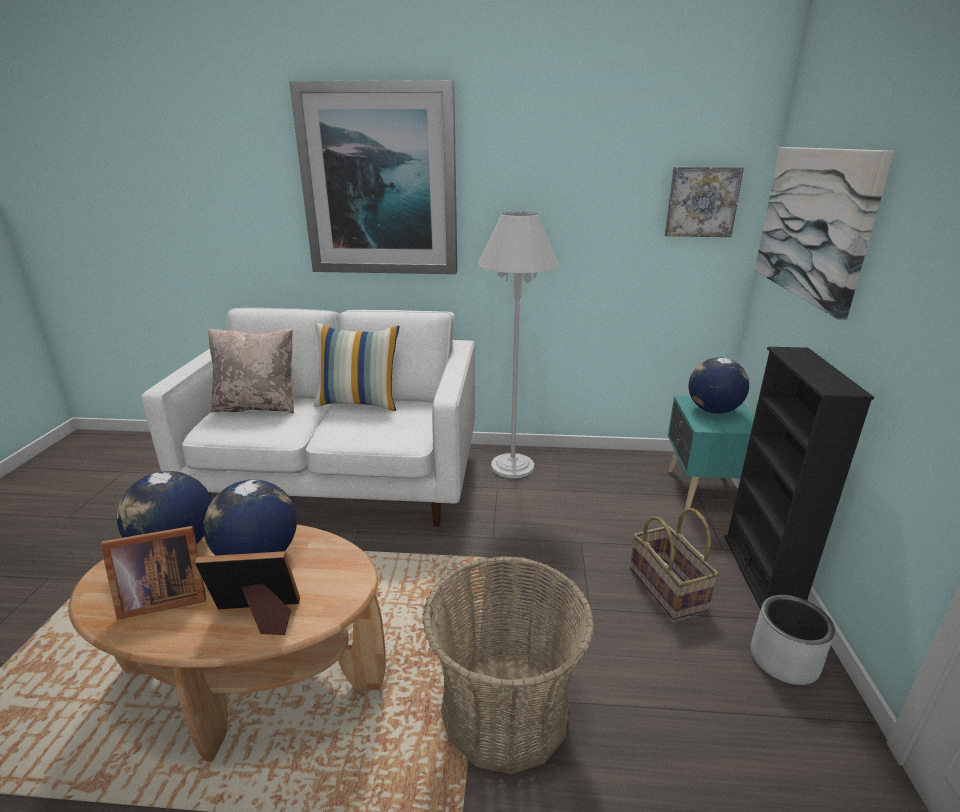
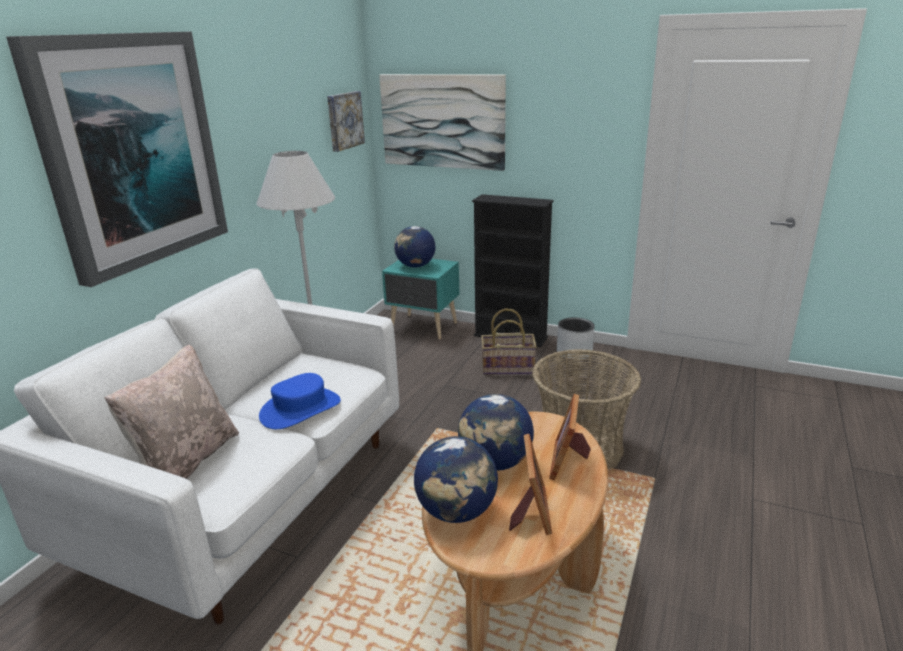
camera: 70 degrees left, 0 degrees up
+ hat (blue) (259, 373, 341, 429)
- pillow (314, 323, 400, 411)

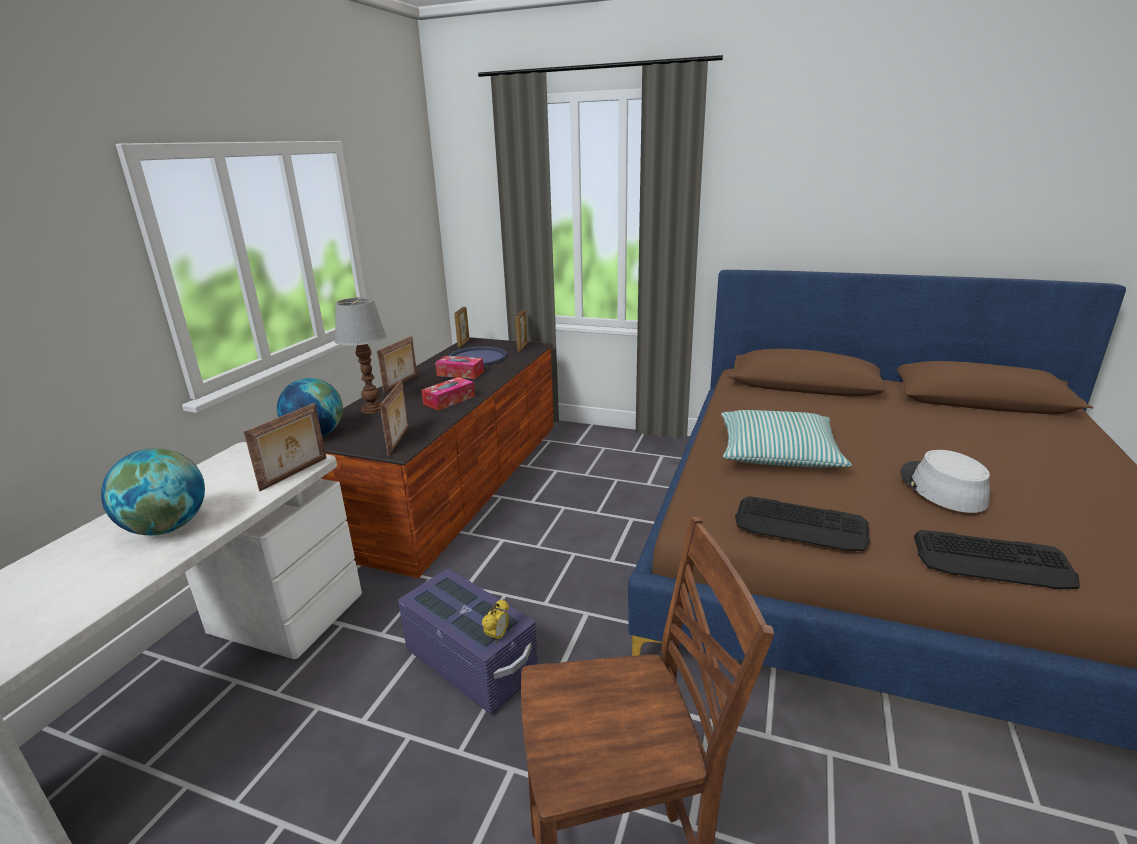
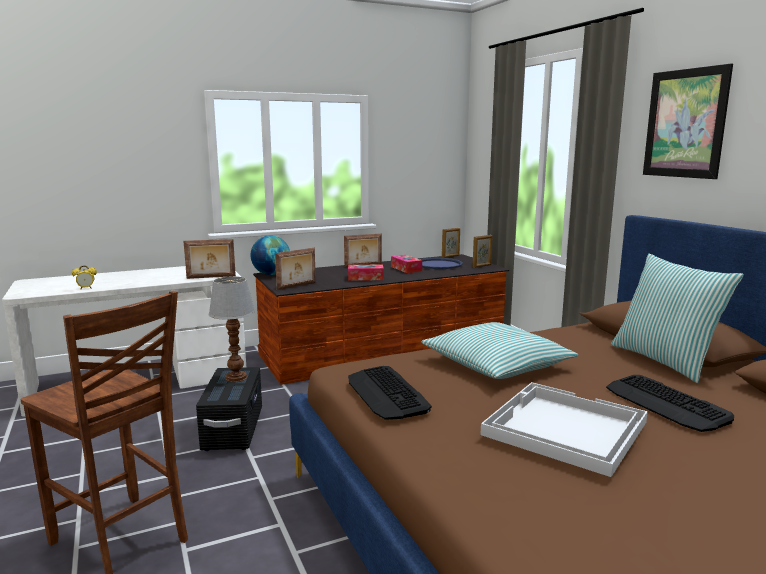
camera: 45 degrees right, 10 degrees down
~ alarm clock (482, 599, 509, 643) to (72, 265, 97, 289)
~ storage box (purple) (398, 569, 538, 714) to storage box (black) (196, 367, 262, 451)
~ table lamp (335, 297, 387, 414) to (209, 277, 255, 382)
~ hat (grey) (900, 450, 990, 513) to tray (white) (480, 382, 648, 477)
~ keyboard (914, 530, 1080, 589) to (606, 375, 734, 432)
+ pillow (611, 254, 744, 383)
+ picture (643, 63, 733, 179)
- globe (101, 448, 205, 535)

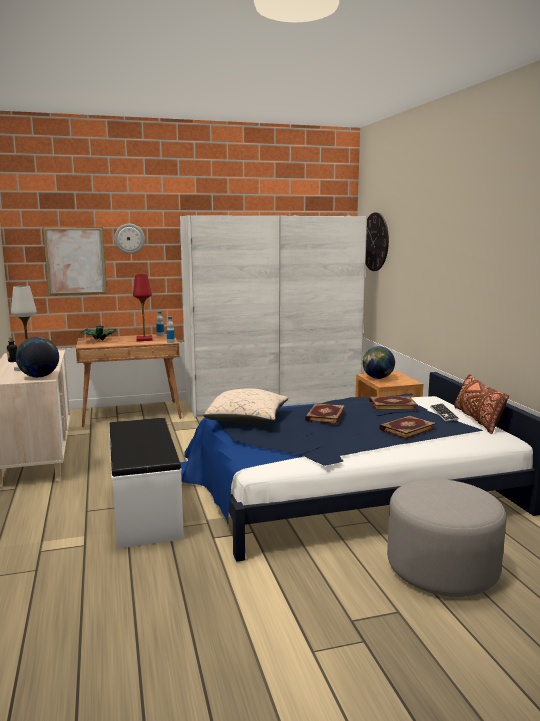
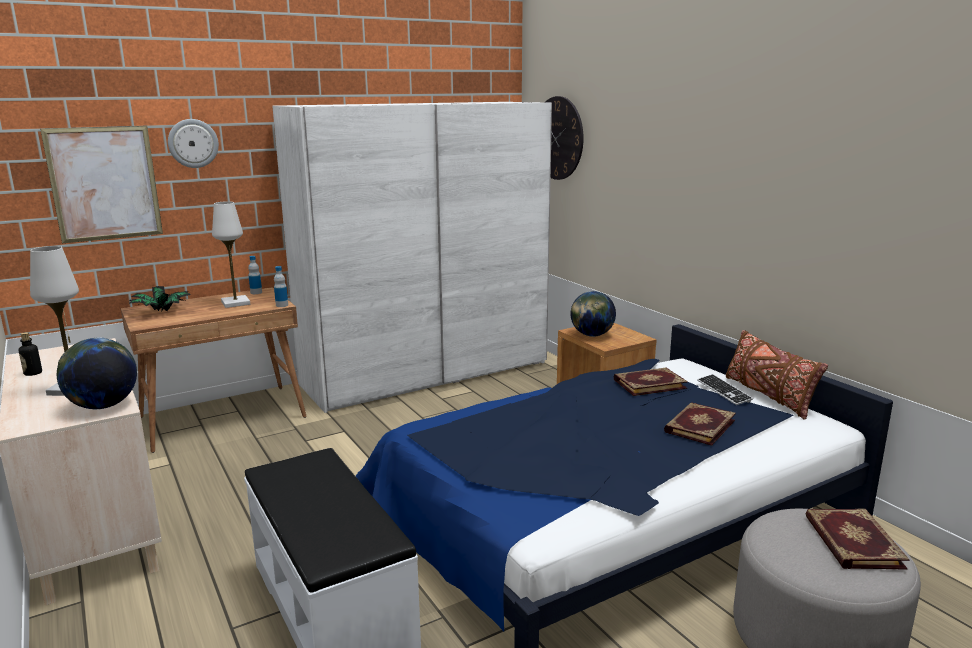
camera: 15 degrees left, 5 degrees up
~ table lamp (red) (133, 274, 153, 341) to table lamp (white) (212, 201, 250, 308)
~ book (305, 403, 345, 424) to (805, 509, 910, 570)
- pillow (beige) (203, 388, 289, 423)

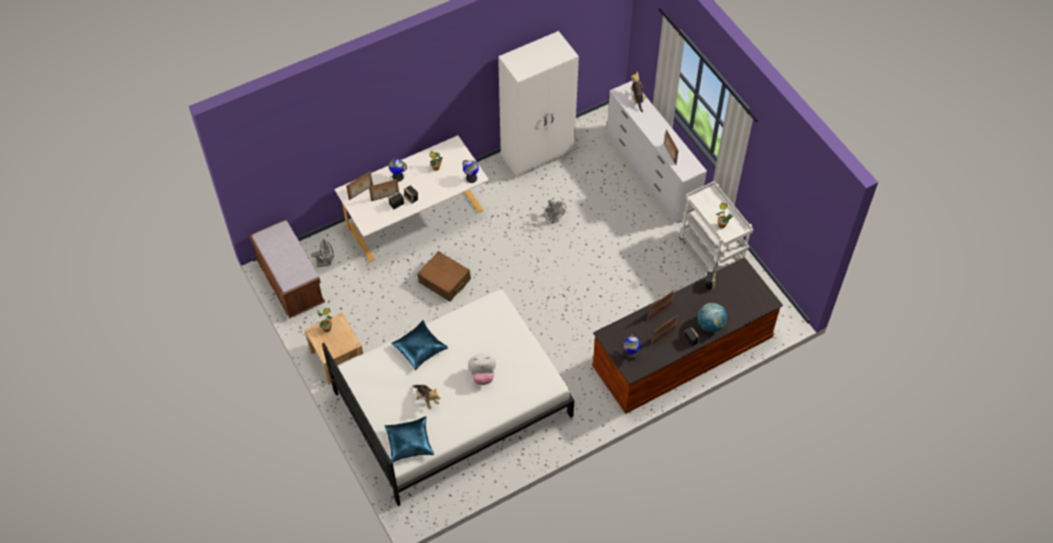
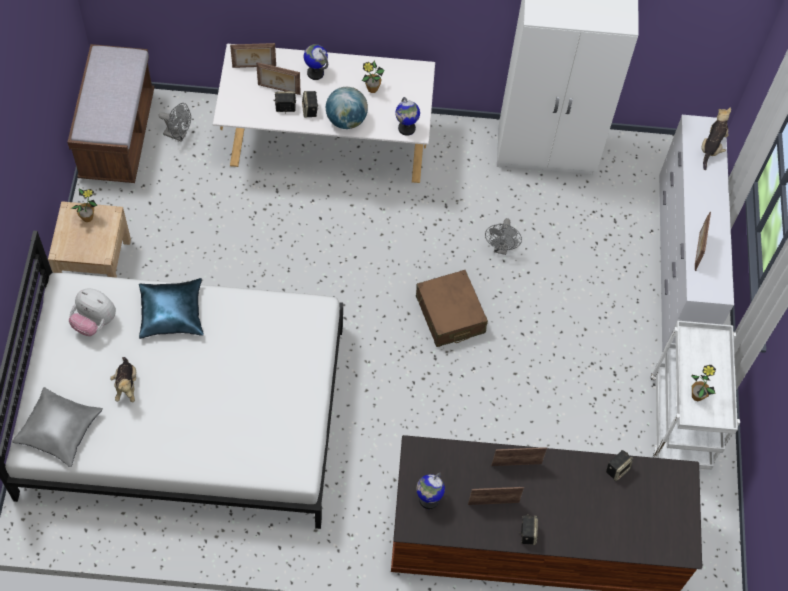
camera: 30 degrees right, 5 degrees up
~ pillow (blue) (385, 416, 434, 463) to pillow (grey) (12, 387, 103, 467)
~ plush toy (468, 354, 496, 385) to (69, 289, 116, 336)
~ globe (698, 303, 727, 332) to (326, 87, 368, 129)
~ suitcase (brown) (417, 251, 471, 302) to (416, 270, 488, 347)

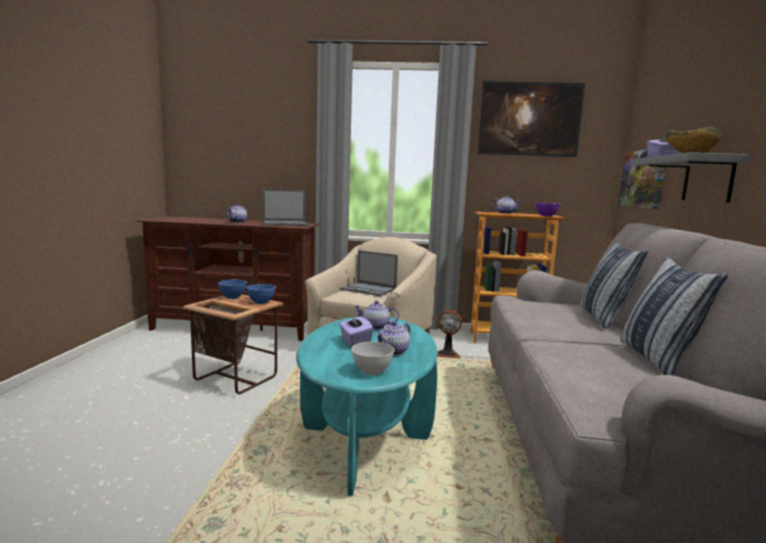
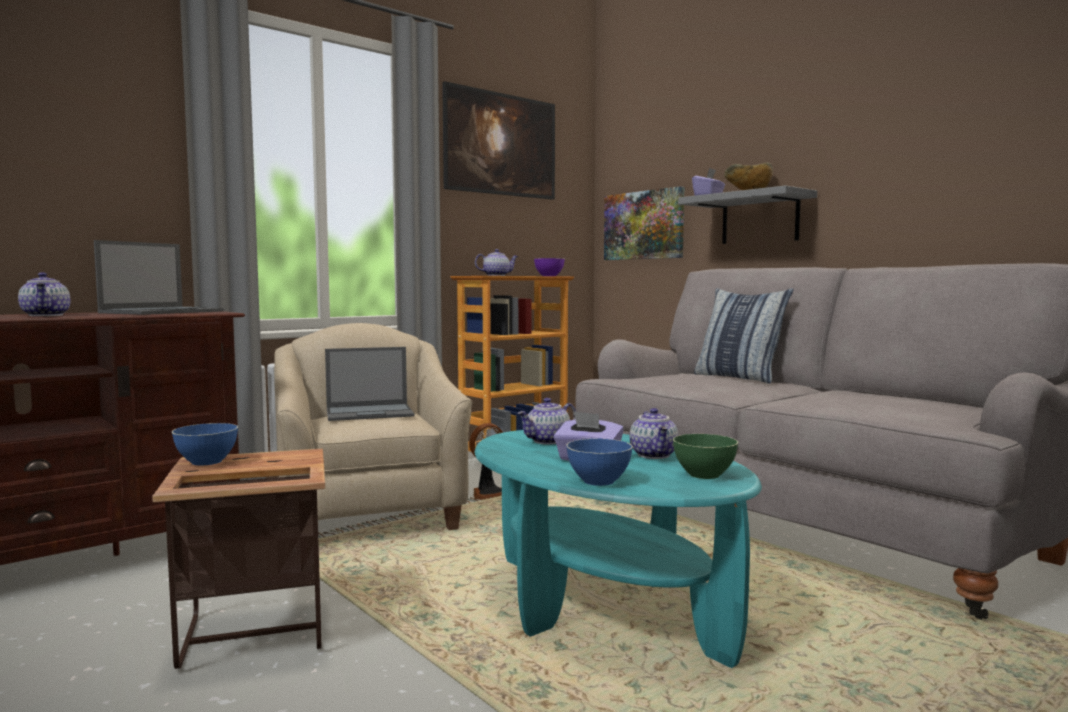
camera: 45 degrees left, 5 degrees down
~ bowl (blue) (246, 284, 276, 304) to (566, 439, 633, 486)
~ bowl (grey) (352, 342, 394, 375) to bowl (green) (673, 434, 738, 479)
- pillow (620, 257, 728, 375)

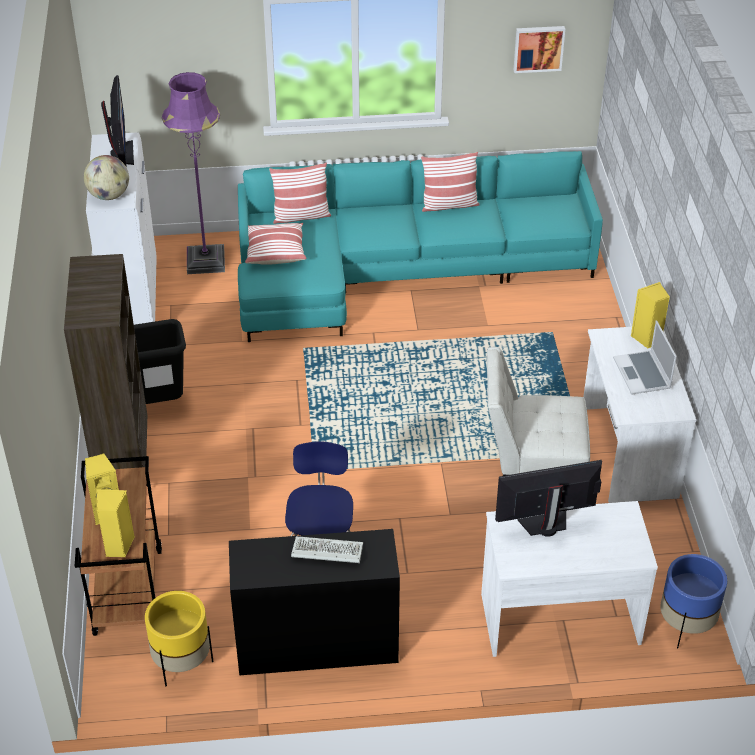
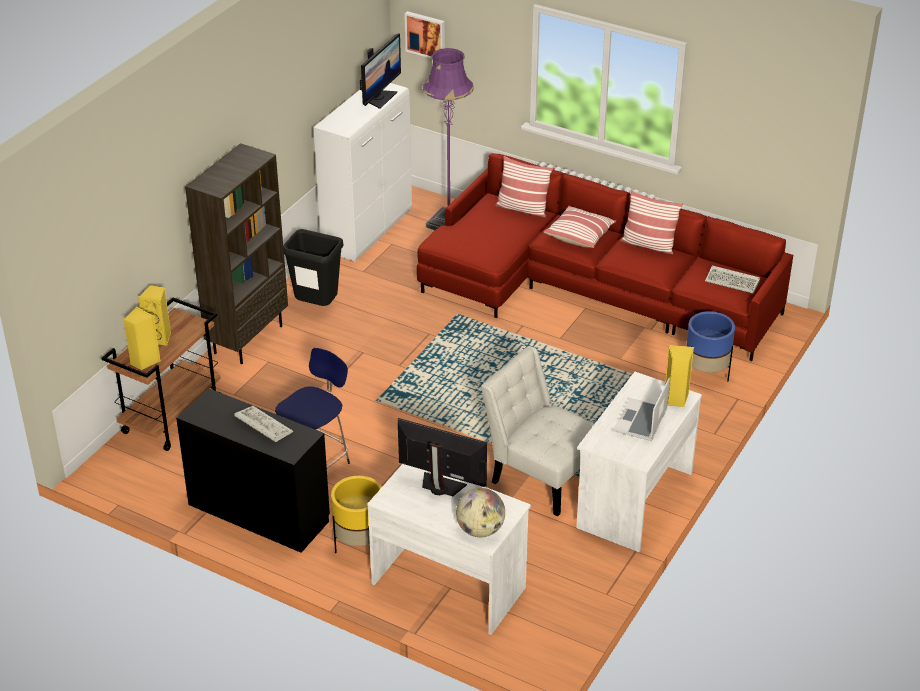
camera: 35 degrees right, 5 degrees down
~ planter (yellow) (145, 591, 213, 686) to (331, 476, 382, 553)
~ picture (514, 26, 565, 73) to (405, 11, 445, 59)
~ sofa (turquoise) (238, 151, 603, 342) to sofa (red) (416, 153, 793, 361)
~ globe (84, 155, 129, 200) to (456, 488, 505, 537)
~ pillow (245, 223, 307, 265) to (544, 206, 616, 248)
~ planter (blue) (660, 554, 727, 648) to (686, 311, 735, 381)
+ keyboard (705, 266, 760, 294)

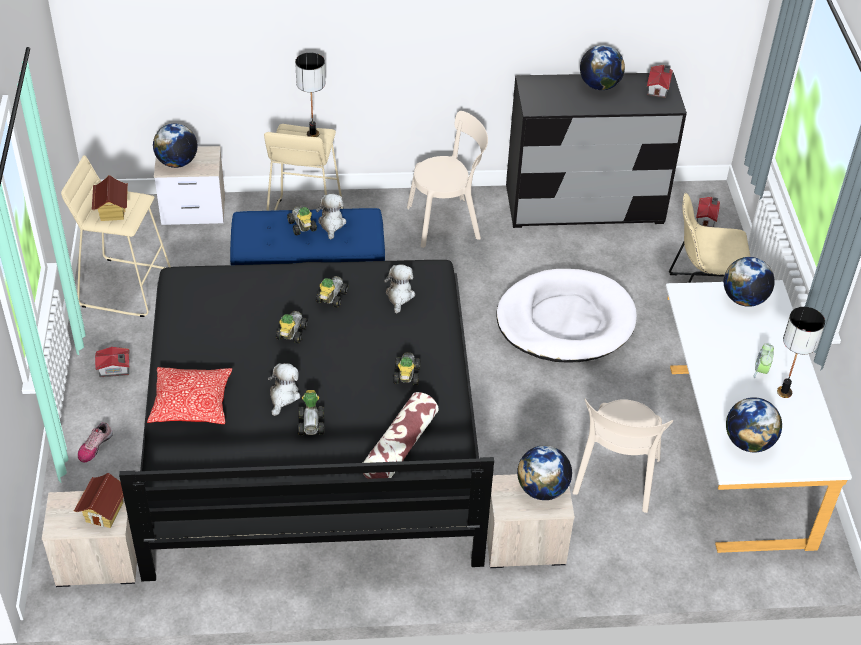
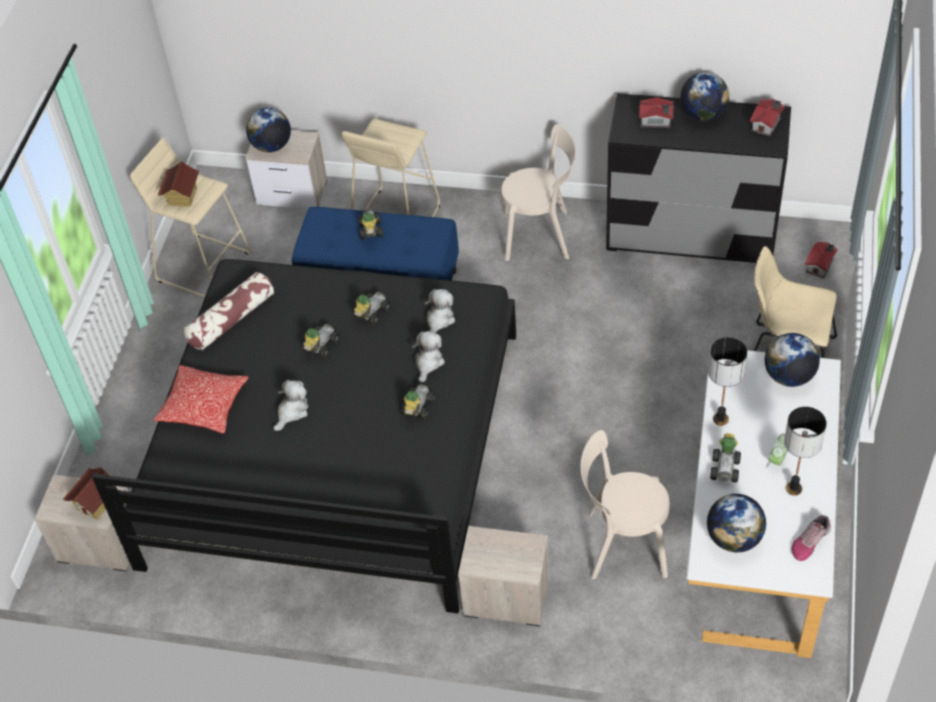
camera: 20 degrees right, 5 degrees up
~ pillow (363, 392, 439, 479) to (184, 272, 274, 350)
~ plush toy (316, 194, 346, 240) to (412, 331, 445, 383)
~ chair (beige) (572, 399, 674, 513) = (581, 430, 670, 579) 60 degrees clockwise
~ toy house (95, 347, 130, 377) to (639, 97, 674, 128)
~ table lamp (295, 53, 325, 137) to (708, 337, 747, 426)
~ toy car (298, 390, 324, 435) to (710, 433, 741, 482)
~ shoe (78, 422, 113, 462) to (792, 515, 831, 561)
- dog bed (white) (496, 269, 637, 363)
- globe (517, 445, 572, 500)

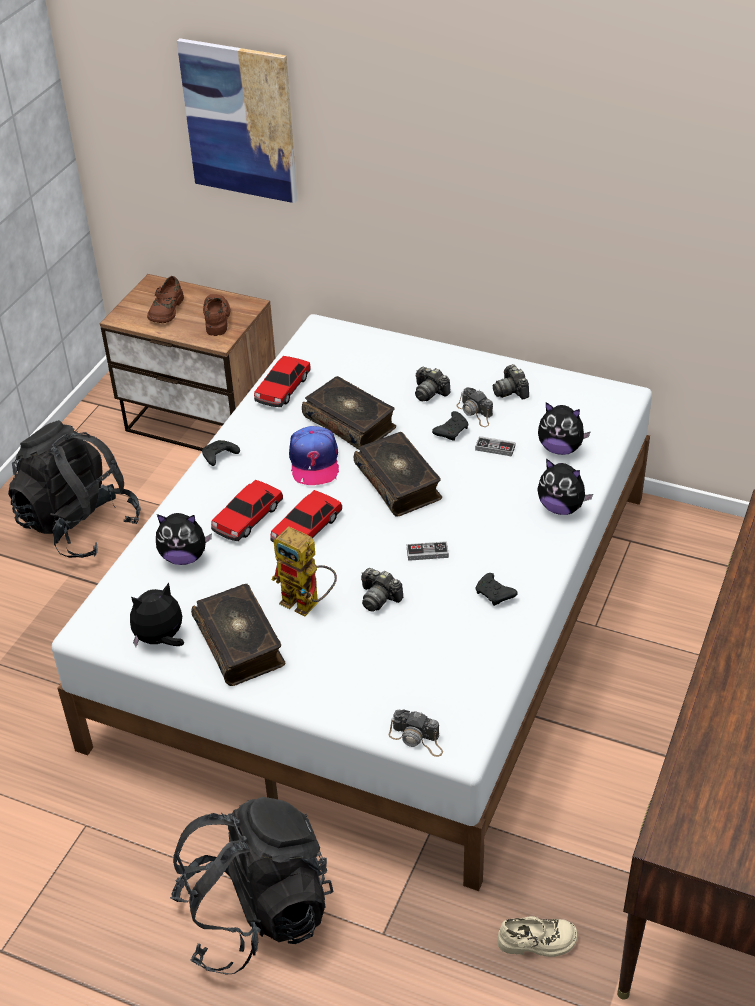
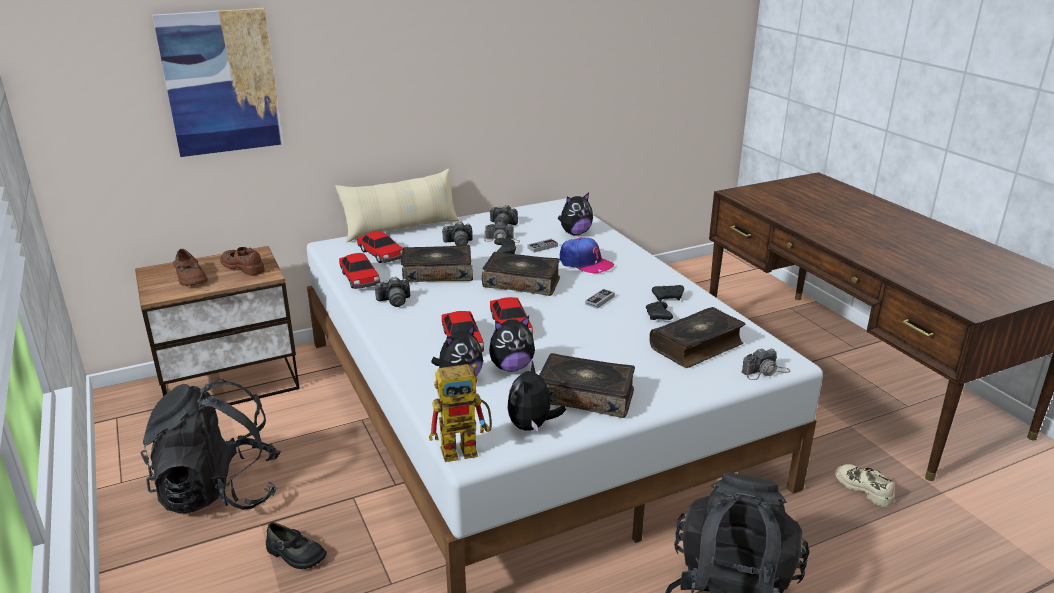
camera: 50 degrees left, 15 degrees down
+ shoe (black) (266, 522, 327, 569)
+ pillow (beige) (335, 169, 459, 242)
+ toy car (357, 231, 403, 263)
~ photo camera (361, 568, 403, 612) to (374, 277, 410, 307)
~ toy robot (272, 526, 337, 617) to (429, 364, 492, 462)
~ plush toy (537, 459, 593, 515) to (489, 316, 535, 372)
~ cap (289, 426, 339, 485) to (560, 237, 614, 273)
~ game controller (black) (202, 440, 240, 466) to (646, 301, 673, 320)
+ book (649, 307, 745, 368)
~ shoe (beige) (497, 916, 577, 957) = (835, 464, 895, 507) 75 degrees counterclockwise

